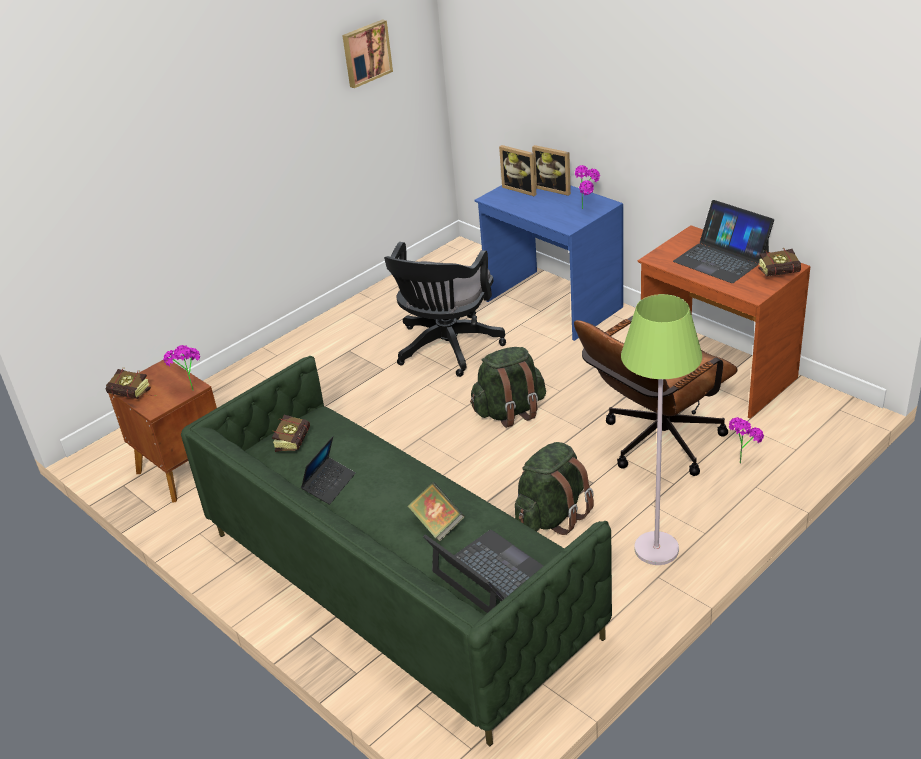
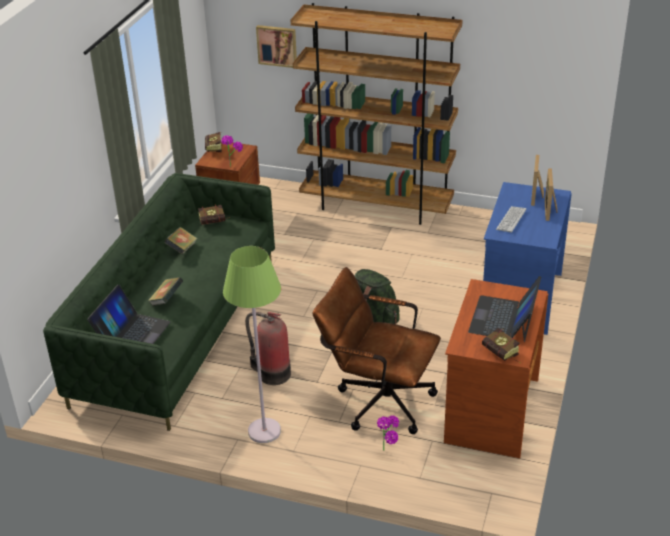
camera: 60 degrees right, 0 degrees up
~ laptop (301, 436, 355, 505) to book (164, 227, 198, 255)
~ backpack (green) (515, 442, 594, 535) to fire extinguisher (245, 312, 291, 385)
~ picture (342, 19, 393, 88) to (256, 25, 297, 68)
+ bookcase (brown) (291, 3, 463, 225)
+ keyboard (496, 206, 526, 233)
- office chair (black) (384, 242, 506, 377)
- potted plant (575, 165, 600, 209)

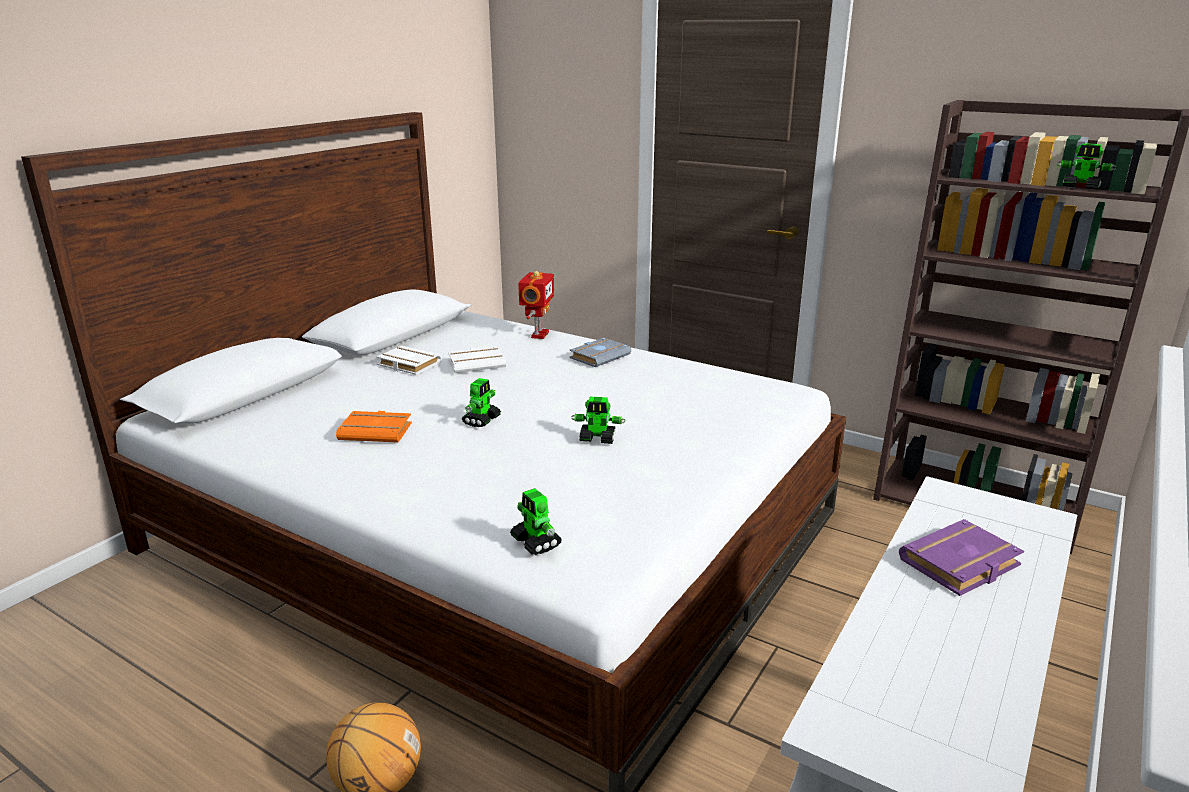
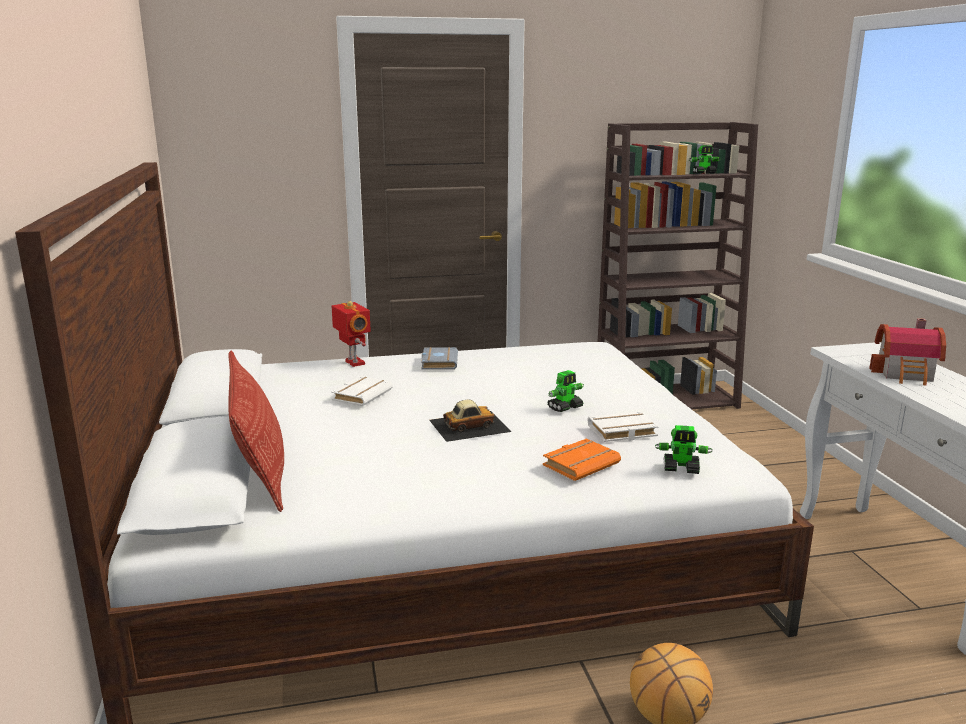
camera: 45 degrees left, 5 degrees down
+ pillow (228, 351, 284, 512)
~ toy robot (462, 378, 501, 427) to toy car (429, 399, 512, 442)
~ book (orange) (336, 411, 412, 443) to (543, 438, 621, 481)
~ book (white) (377, 346, 442, 375) to (588, 411, 659, 442)
~ book (purple) (899, 519, 1024, 596) to toy house (869, 318, 946, 386)

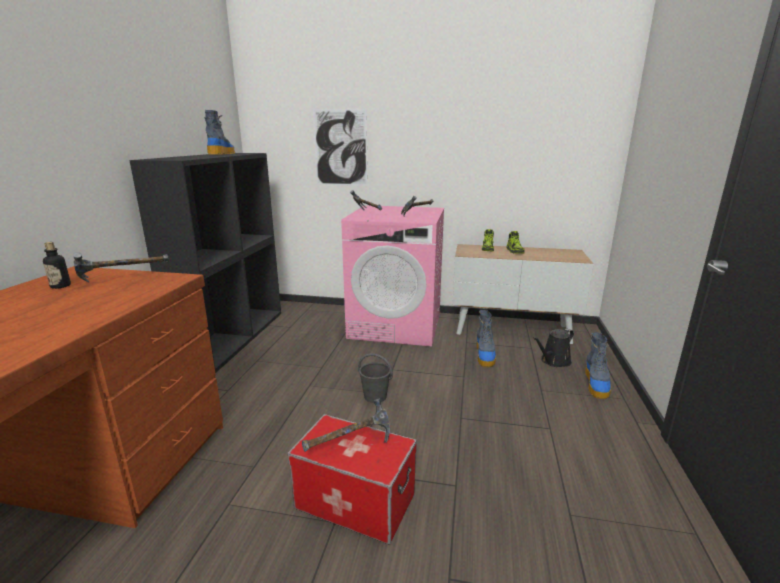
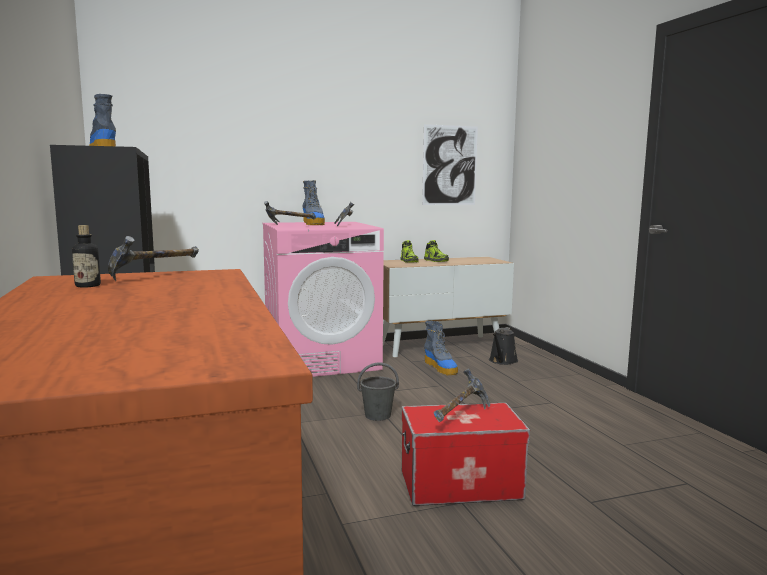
camera: 30 degrees left, 10 degrees down
~ boot (585, 333, 611, 399) to (302, 180, 325, 225)
~ picture (313, 109, 368, 186) to (422, 124, 478, 205)

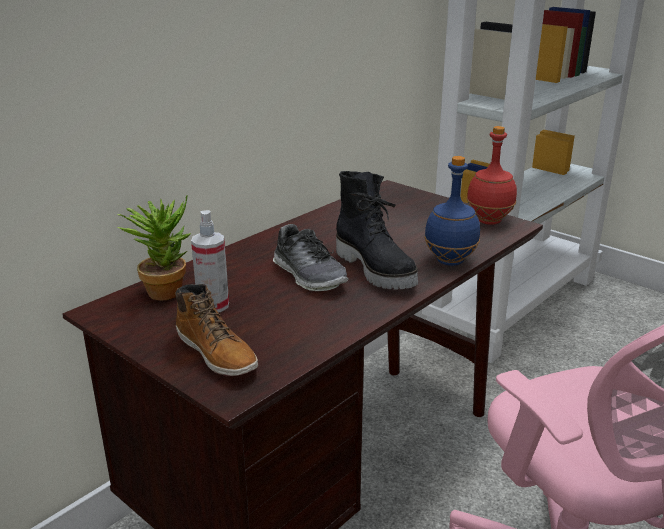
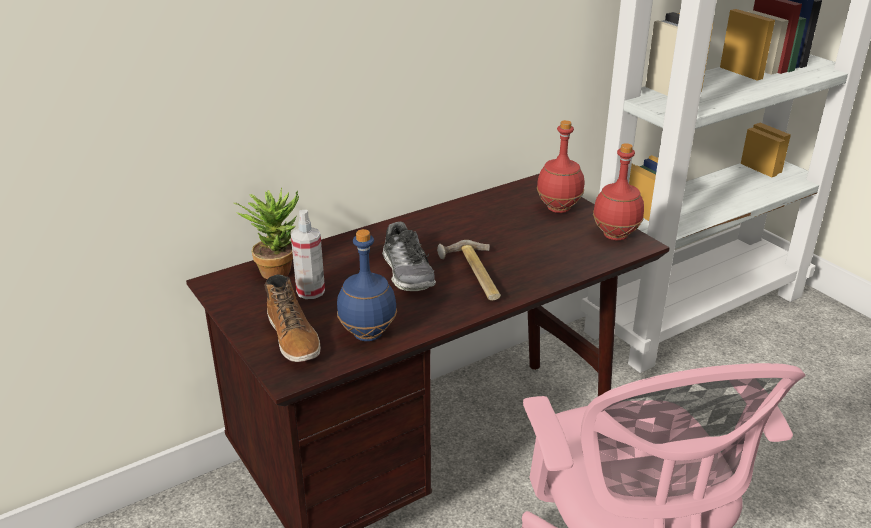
camera: 15 degrees right, 5 degrees up
~ bottle (blue) (424, 156, 480, 266) to (337, 229, 397, 341)
~ boot (black) (336, 171, 418, 290) to hammer (437, 240, 501, 301)
+ bottle (red) (537, 120, 584, 213)

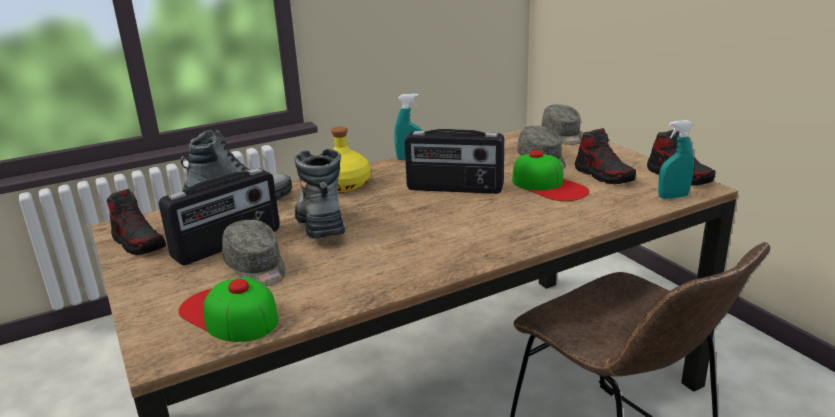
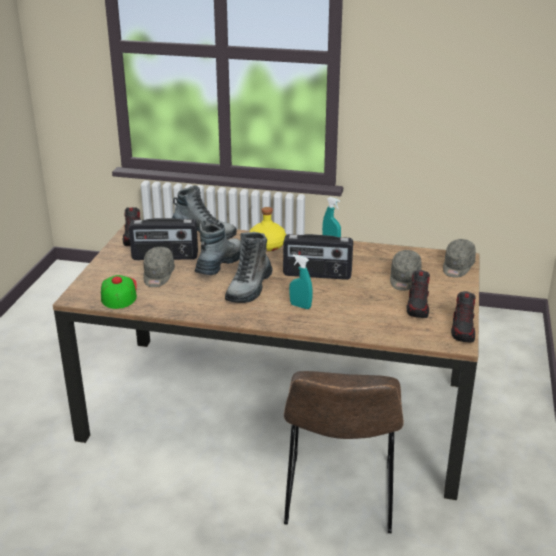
camera: 40 degrees right, 5 degrees up
+ boot (225, 232, 273, 303)
~ radio (404, 129, 504, 194) = (283, 234, 353, 280) 45 degrees counterclockwise
~ spray bottle (turquoise) (658, 120, 694, 199) to (289, 254, 313, 309)
- cap (512, 150, 589, 201)

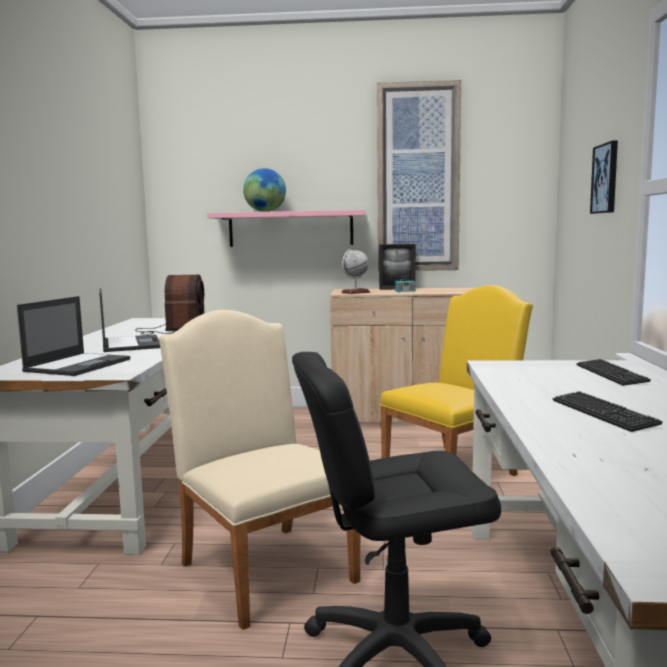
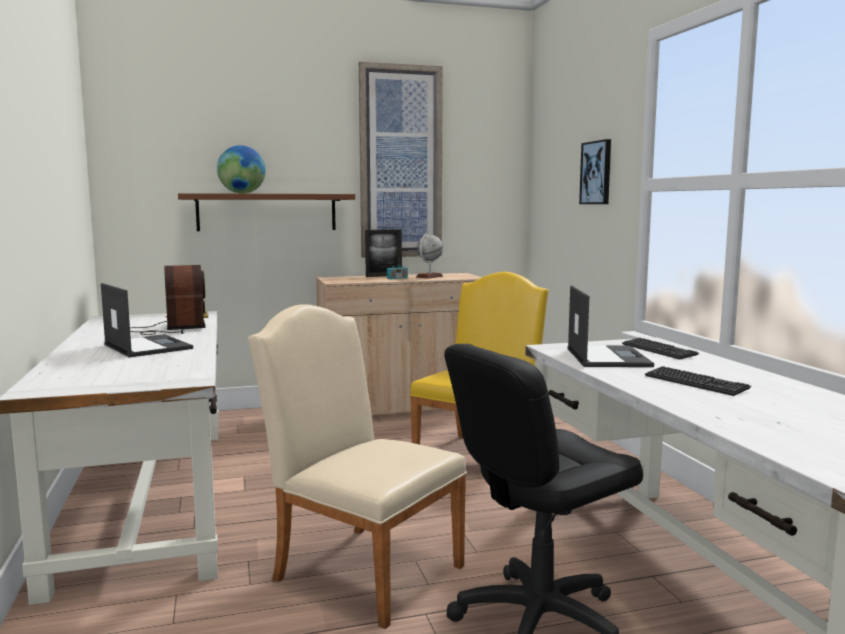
camera: 20 degrees left, 0 degrees up
~ shelf (pink) (207, 210, 365, 247) to shelf (brown) (178, 193, 355, 231)
~ globe (341, 249, 370, 294) to (416, 233, 443, 279)
~ laptop (17, 296, 130, 376) to (568, 285, 654, 367)

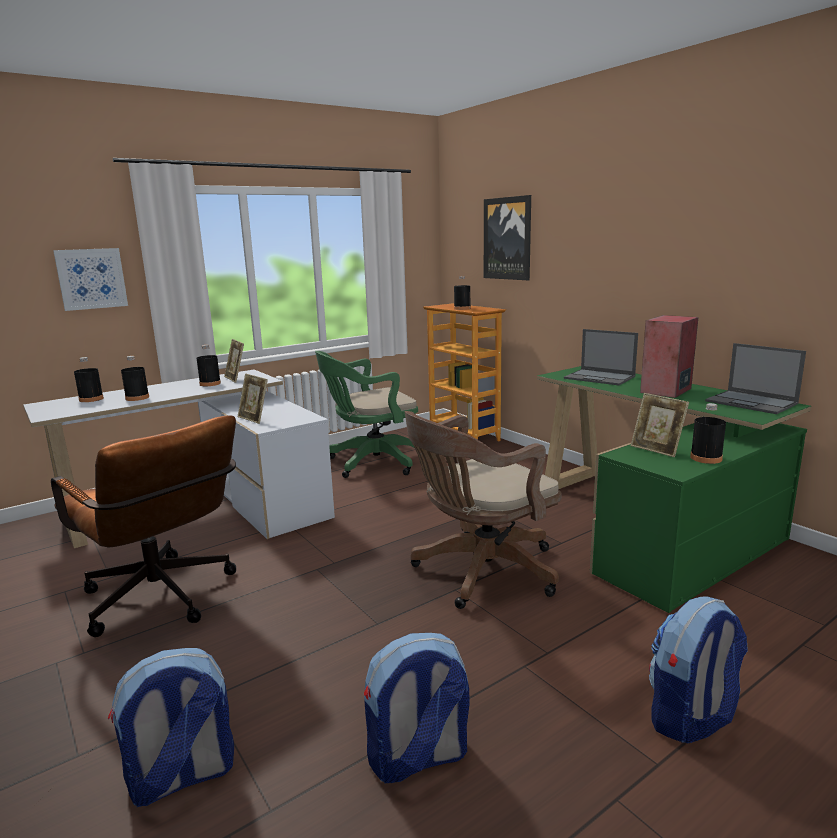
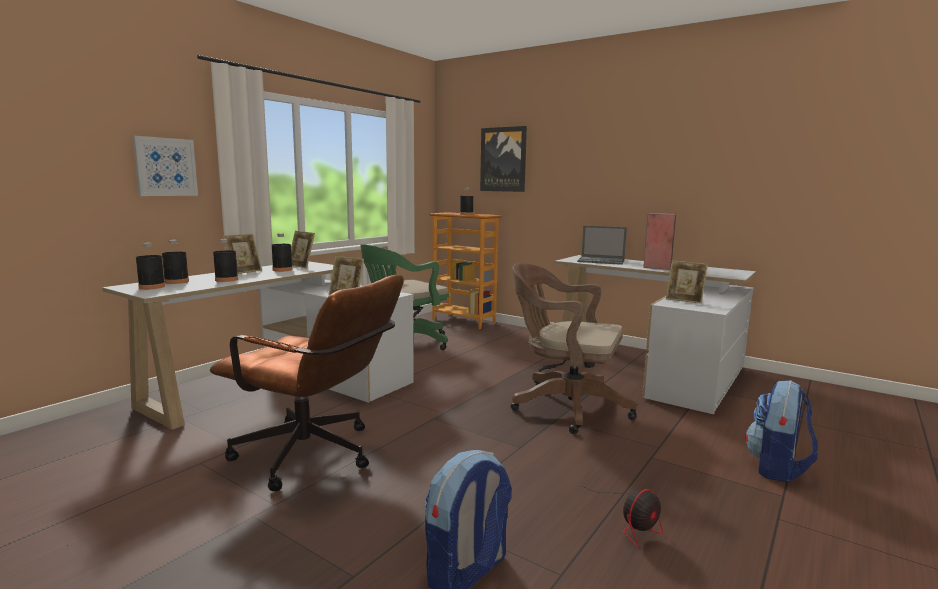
camera: 20 degrees left, 5 degrees down
~ bottle (black) (690, 403, 726, 464) to (136, 243, 165, 289)
+ picture frame (223, 234, 262, 274)
~ office chair (brown) (405, 411, 562, 609) = (511, 263, 637, 434) 75 degrees clockwise
~ desk (green) (537, 366, 812, 613) to desk (white) (554, 255, 756, 414)
~ backpack (364, 633, 469, 783) to fan (581, 485, 663, 549)
- laptop (705, 343, 806, 414)

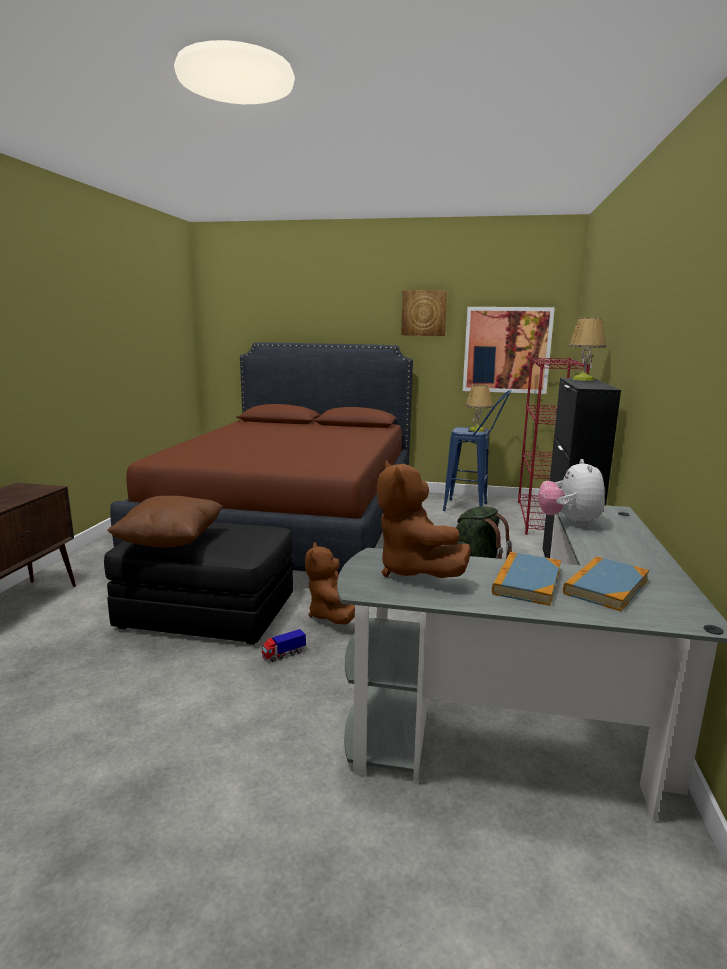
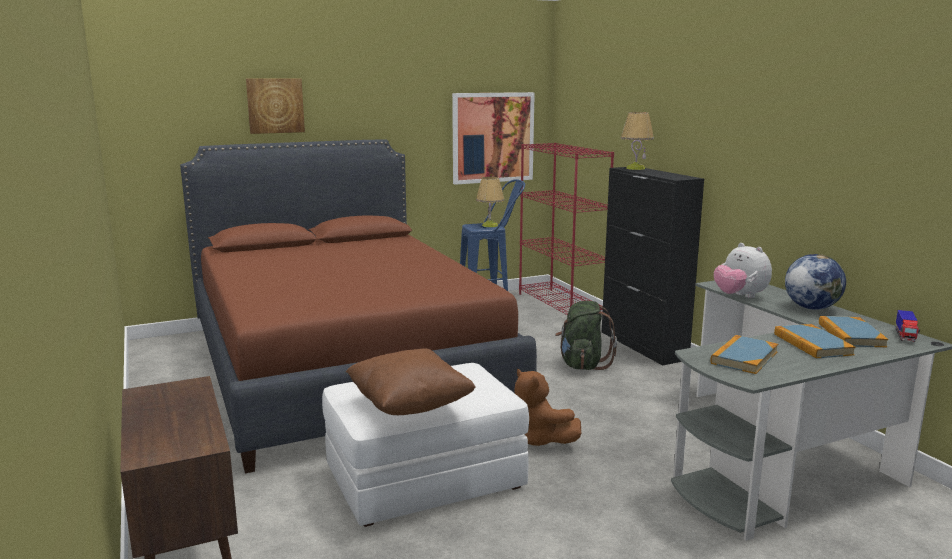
camera: 35 degrees left, 0 degrees up
~ picture (401, 290, 447, 336) to (246, 78, 305, 134)
~ ottoman (black) (104, 522, 293, 645) to ottoman (white) (322, 363, 529, 527)
~ plush toy (brown) (377, 460, 471, 578) to book (710, 335, 778, 374)
+ globe (785, 254, 846, 310)
~ toy truck (262, 629, 306, 662) to (896, 310, 920, 342)

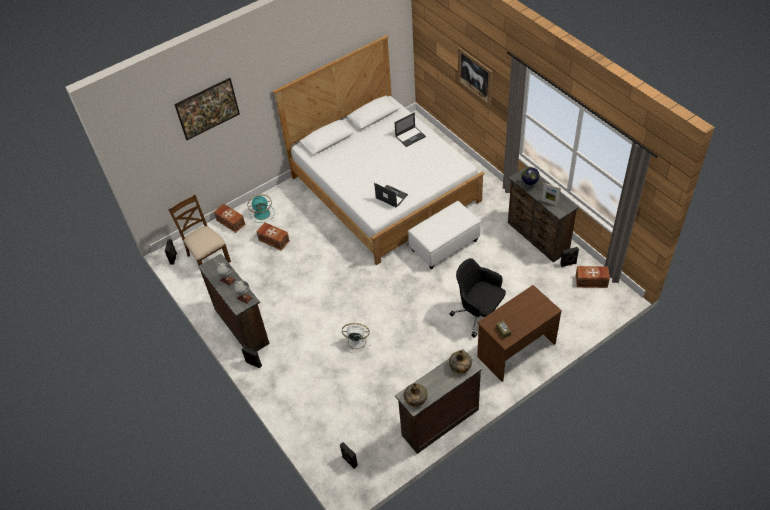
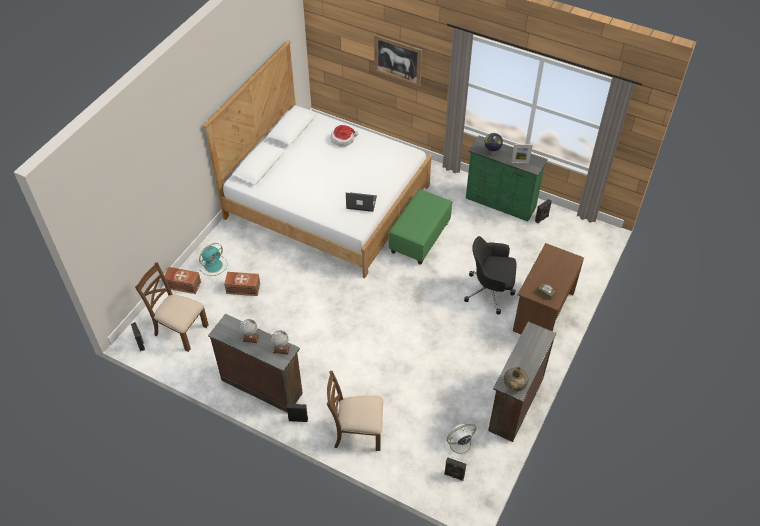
camera: 30 degrees left, 0 degrees up
+ chair (brown) (327, 371, 383, 451)
~ laptop (395, 112, 426, 147) to hat (331, 125, 358, 147)
~ ottoman (white) (408, 201, 481, 269) to ottoman (green) (388, 189, 453, 265)
~ fan (white) (342, 323, 371, 353) to (444, 424, 478, 459)
~ dresser (brown) (508, 167, 579, 263) to dresser (green) (466, 136, 547, 222)
- picture (174, 78, 240, 140)
- bottle (green) (449, 350, 472, 374)
- storage box (brown) (576, 266, 610, 288)

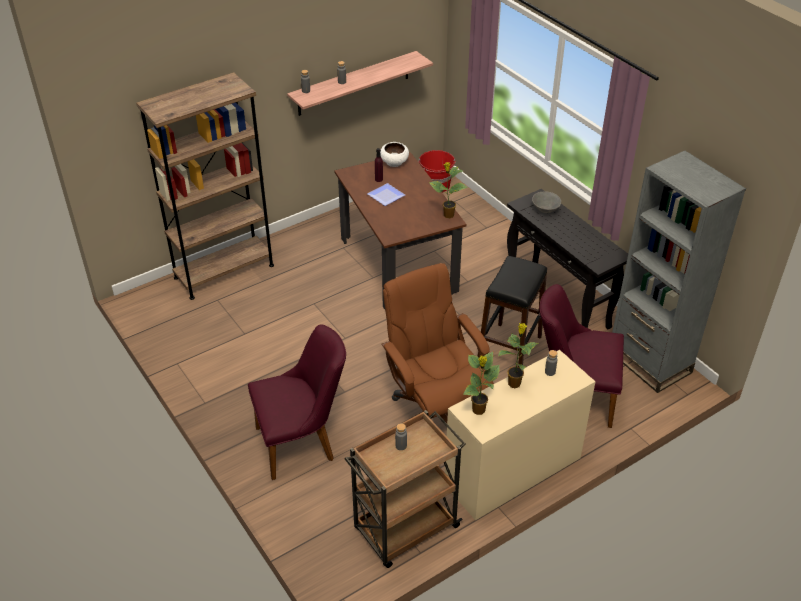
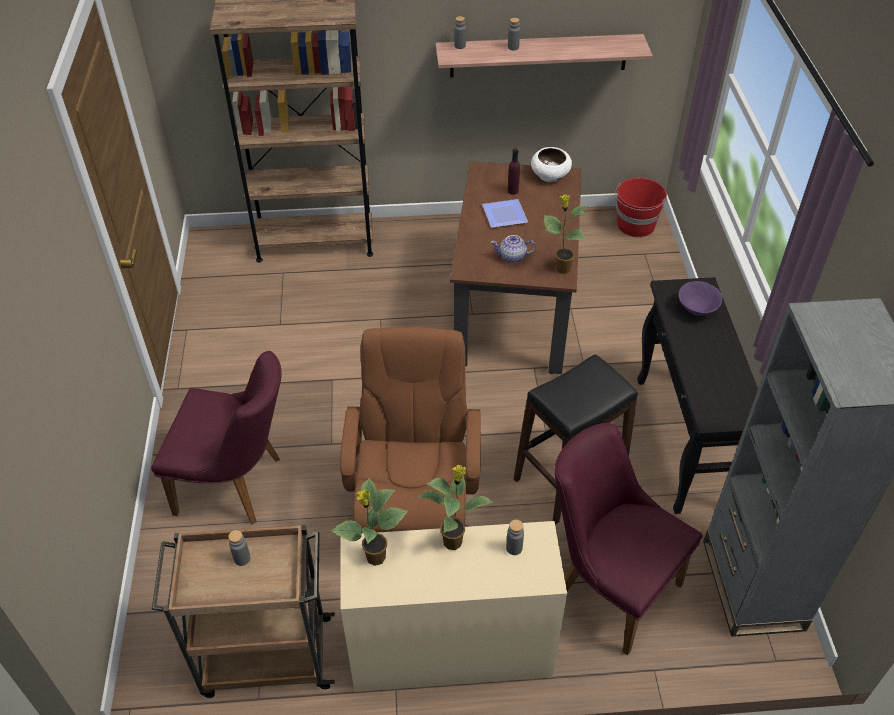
camera: 30 degrees right, 5 degrees up
+ teapot (491, 235, 536, 263)
~ bowl (grey) (532, 191, 561, 213) to bowl (purple) (678, 281, 722, 316)

